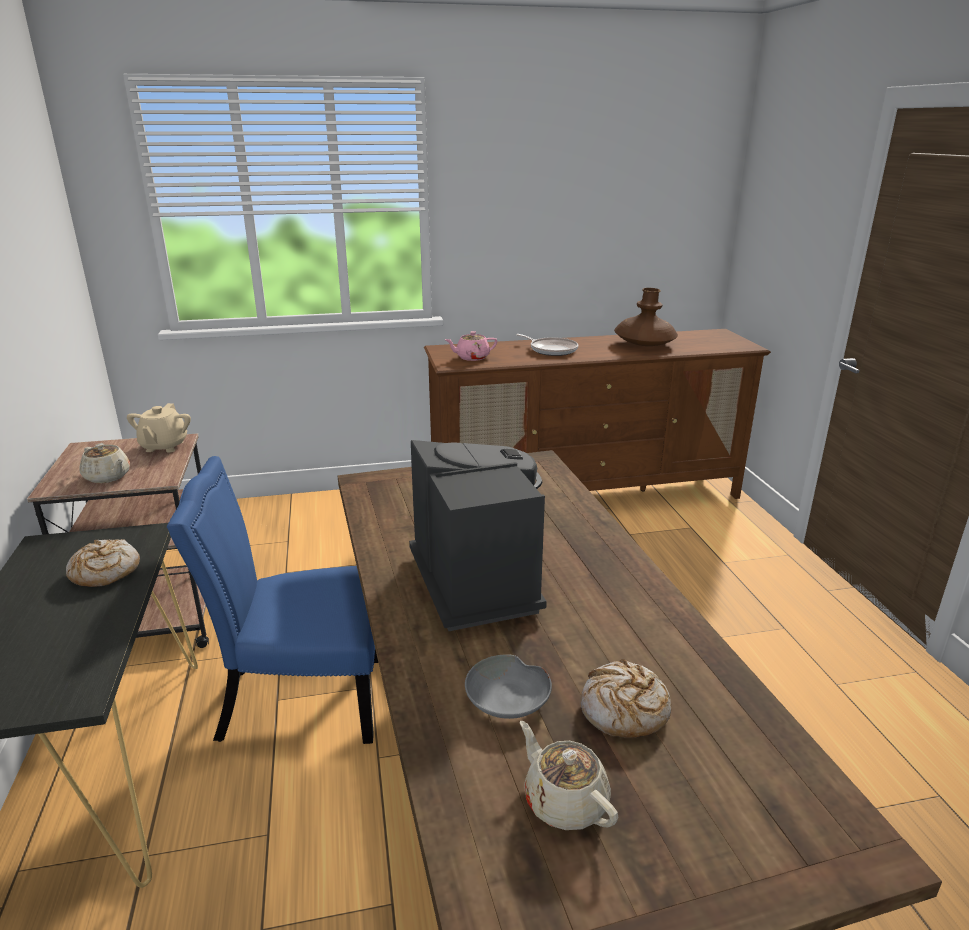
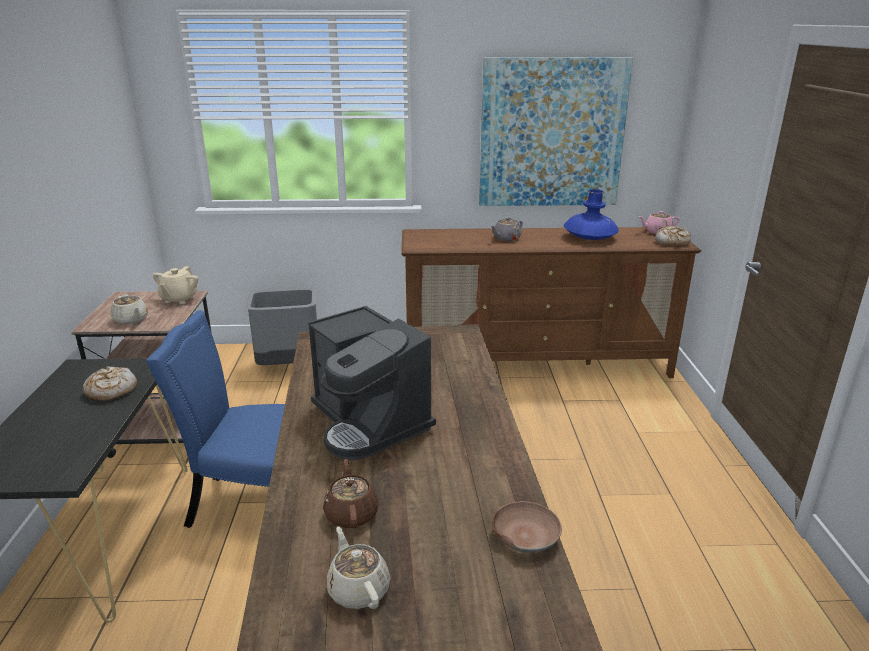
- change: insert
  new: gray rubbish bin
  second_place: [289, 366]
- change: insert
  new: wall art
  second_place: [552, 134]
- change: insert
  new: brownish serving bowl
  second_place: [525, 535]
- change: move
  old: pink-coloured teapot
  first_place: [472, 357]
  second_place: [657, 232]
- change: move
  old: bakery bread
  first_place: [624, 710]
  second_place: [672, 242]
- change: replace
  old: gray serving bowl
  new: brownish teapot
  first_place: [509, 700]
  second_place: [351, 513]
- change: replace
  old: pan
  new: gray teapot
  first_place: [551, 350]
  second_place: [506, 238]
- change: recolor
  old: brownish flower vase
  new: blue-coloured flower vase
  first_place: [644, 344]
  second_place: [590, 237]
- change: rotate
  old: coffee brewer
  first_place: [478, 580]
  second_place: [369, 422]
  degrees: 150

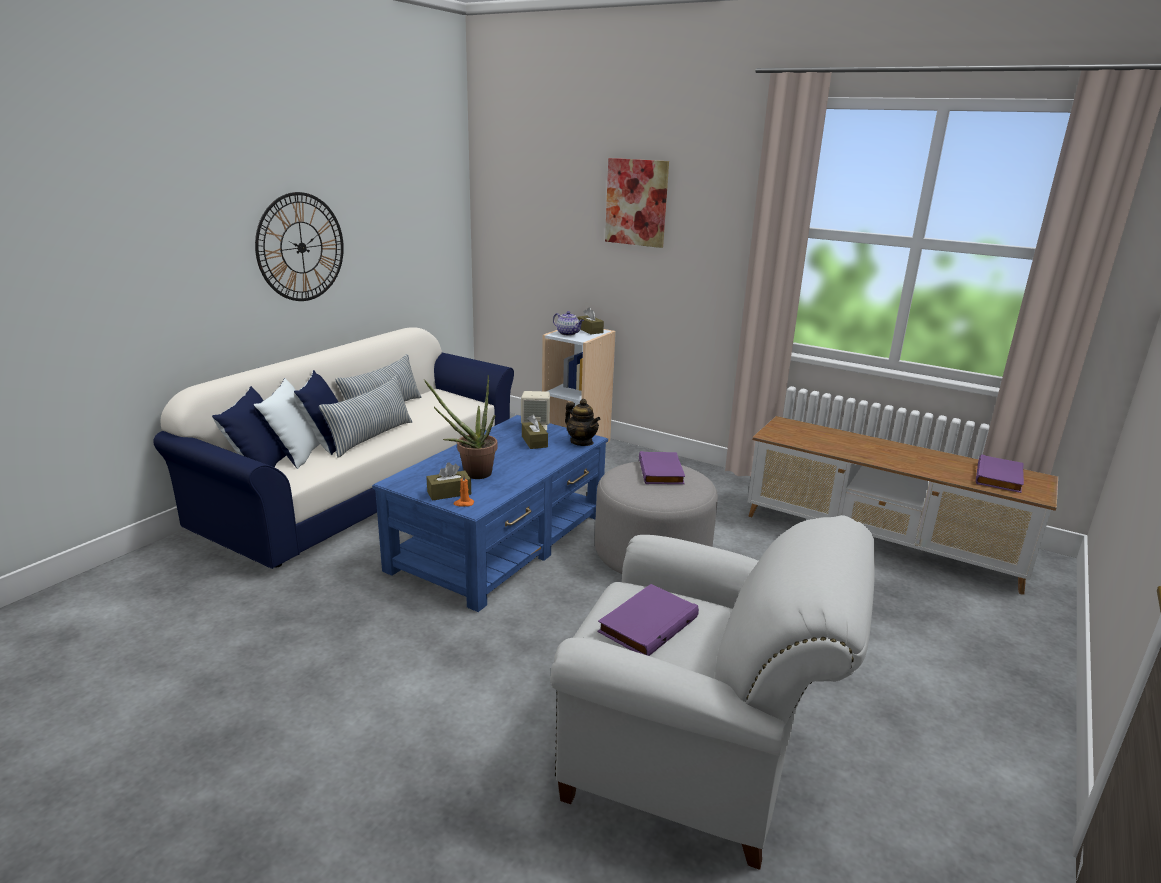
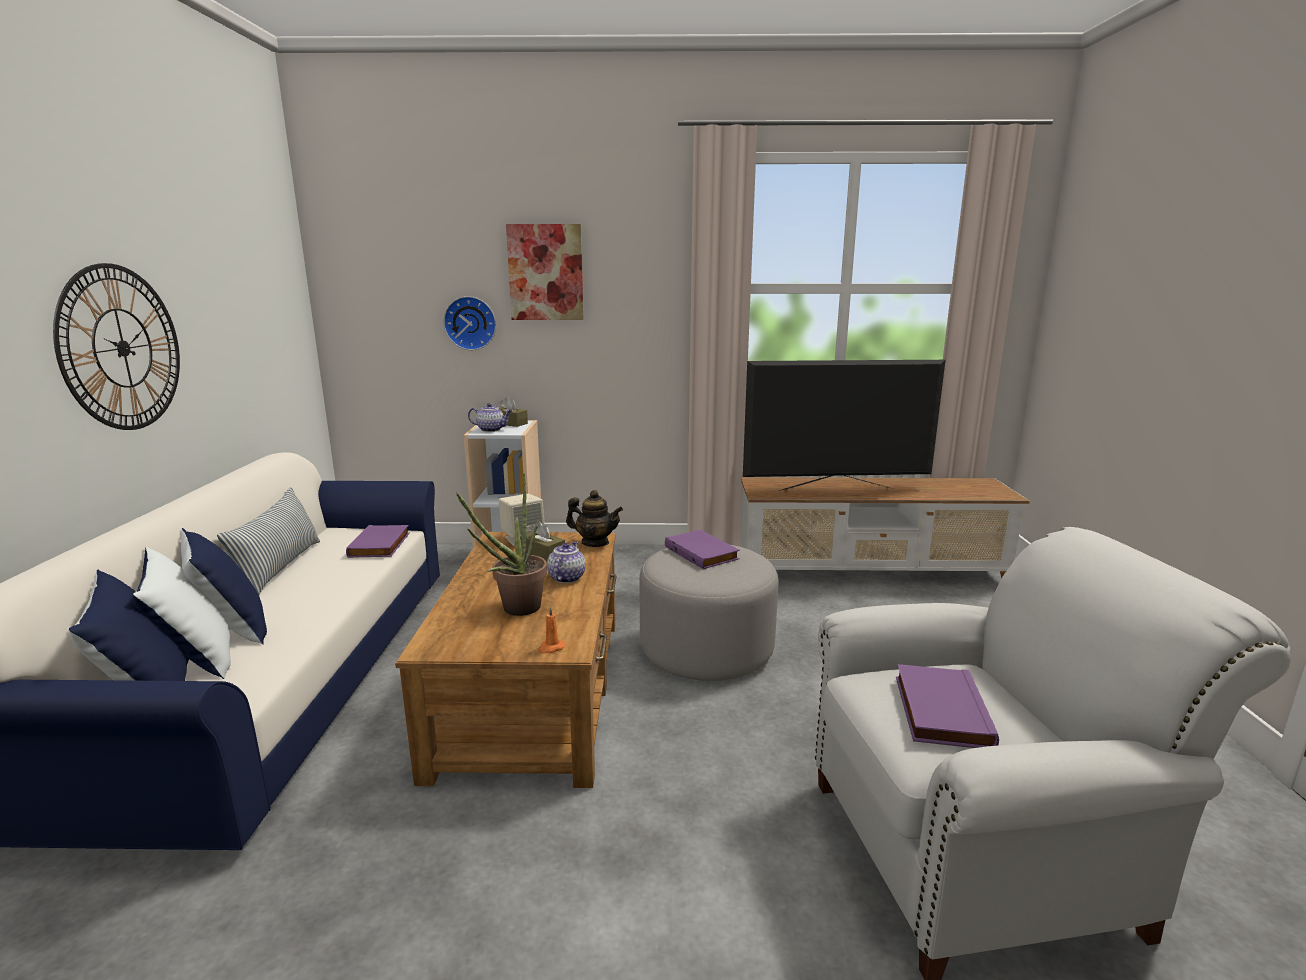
- change: delete
  old: throw pillow
  first_place: [371, 437]
- change: delete
  old: brownish tissue holder
  first_place: [449, 493]
- change: insert
  new: wall clock
  second_place: [471, 323]
- change: insert
  new: teapot
  second_place: [566, 577]
- change: insert
  new: TV set
  second_place: [836, 489]
- change: move
  old: purplish volume
  first_place: [1000, 478]
  second_place: [381, 545]
- change: recolor
  old: blue-coloured lounge table
  new: brownish lounge table
  first_place: [502, 541]
  second_place: [534, 690]

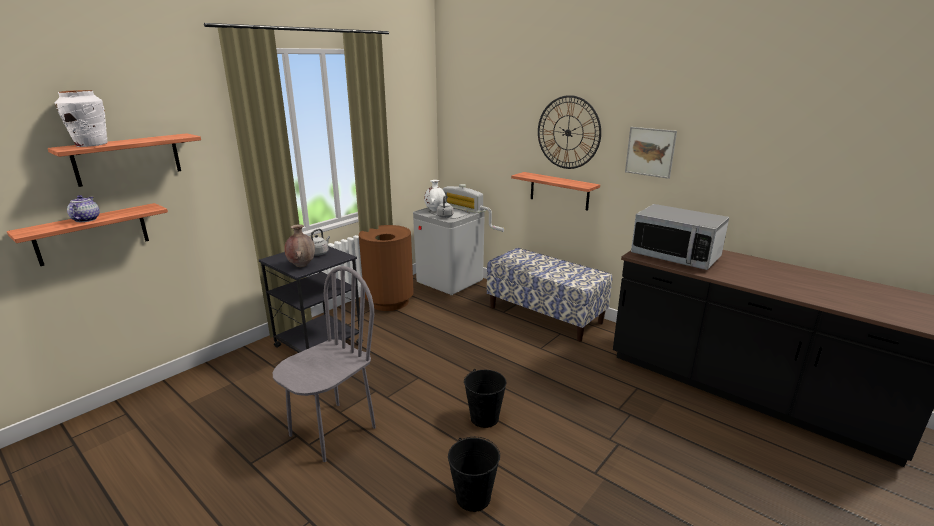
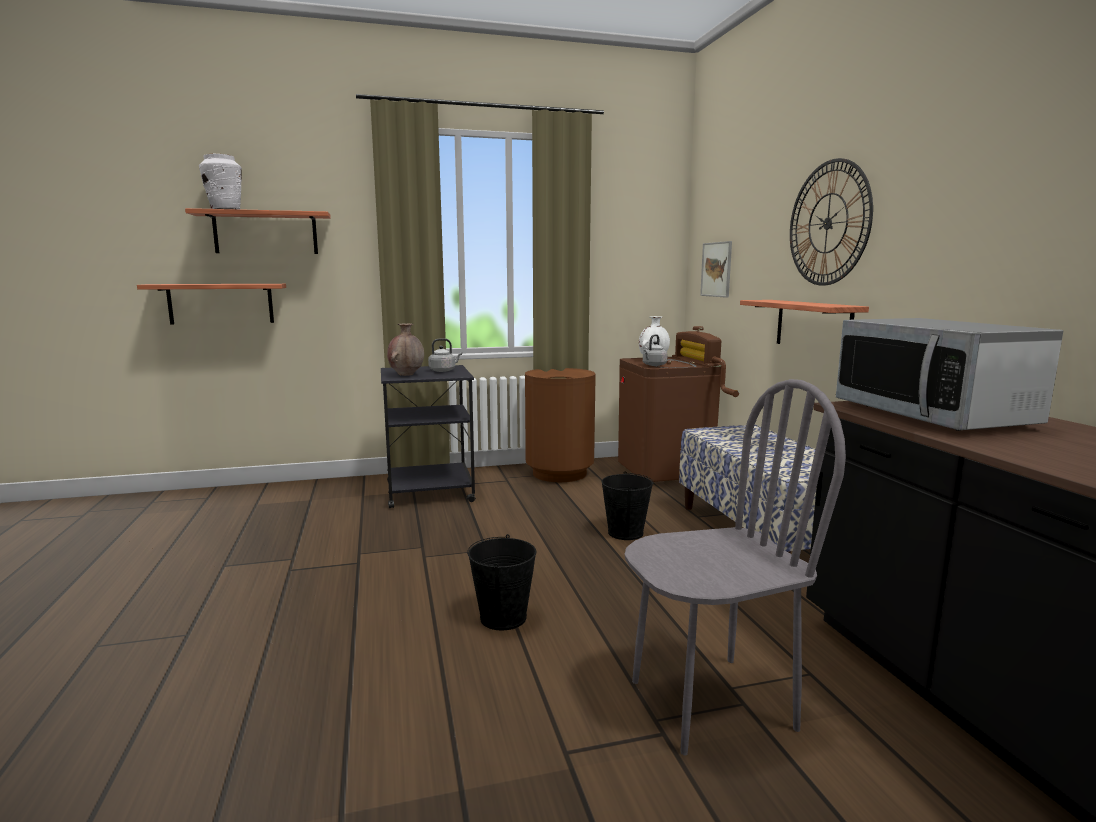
- change: delete
  old: teapot
  first_place: [86, 219]
- change: move
  old: gray upright chair
  first_place: [332, 431]
  second_place: [710, 703]
- change: move
  old: blackish bucket
  first_place: [473, 497]
  second_place: [625, 533]
- change: move
  old: wall art
  first_place: [650, 152]
  second_place: [716, 269]
- change: recolor
  old: gray washing machine
  new: brownish washing machine
  first_place: [451, 282]
  second_place: [666, 472]

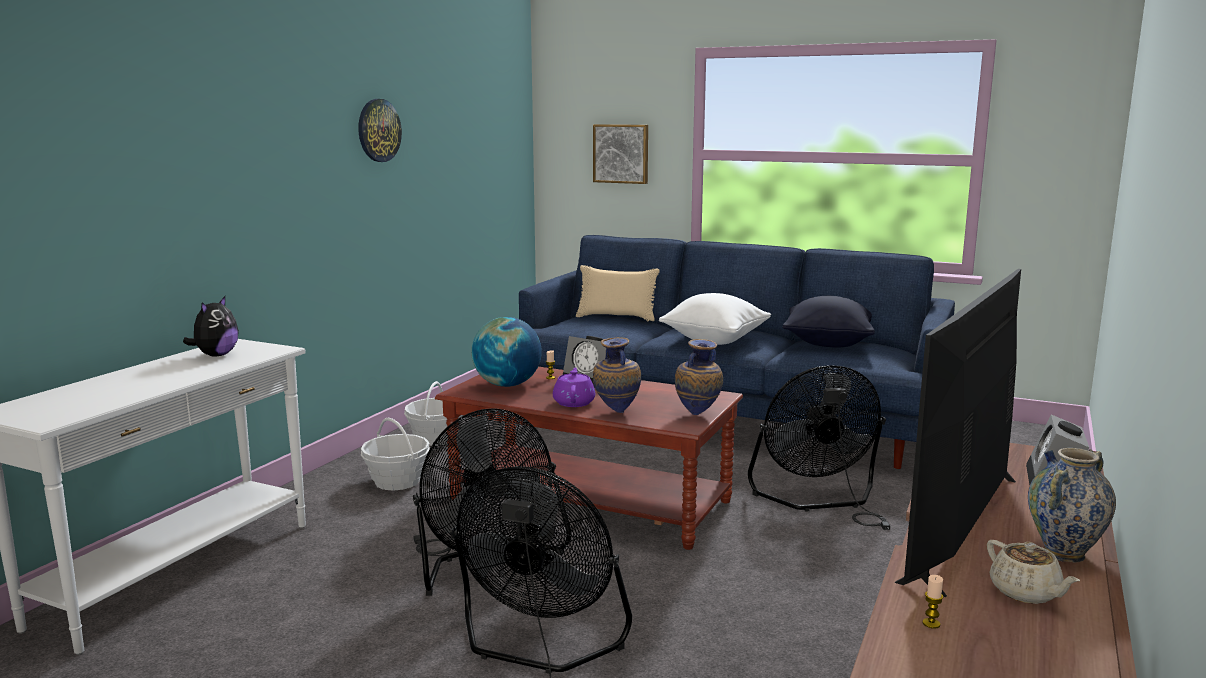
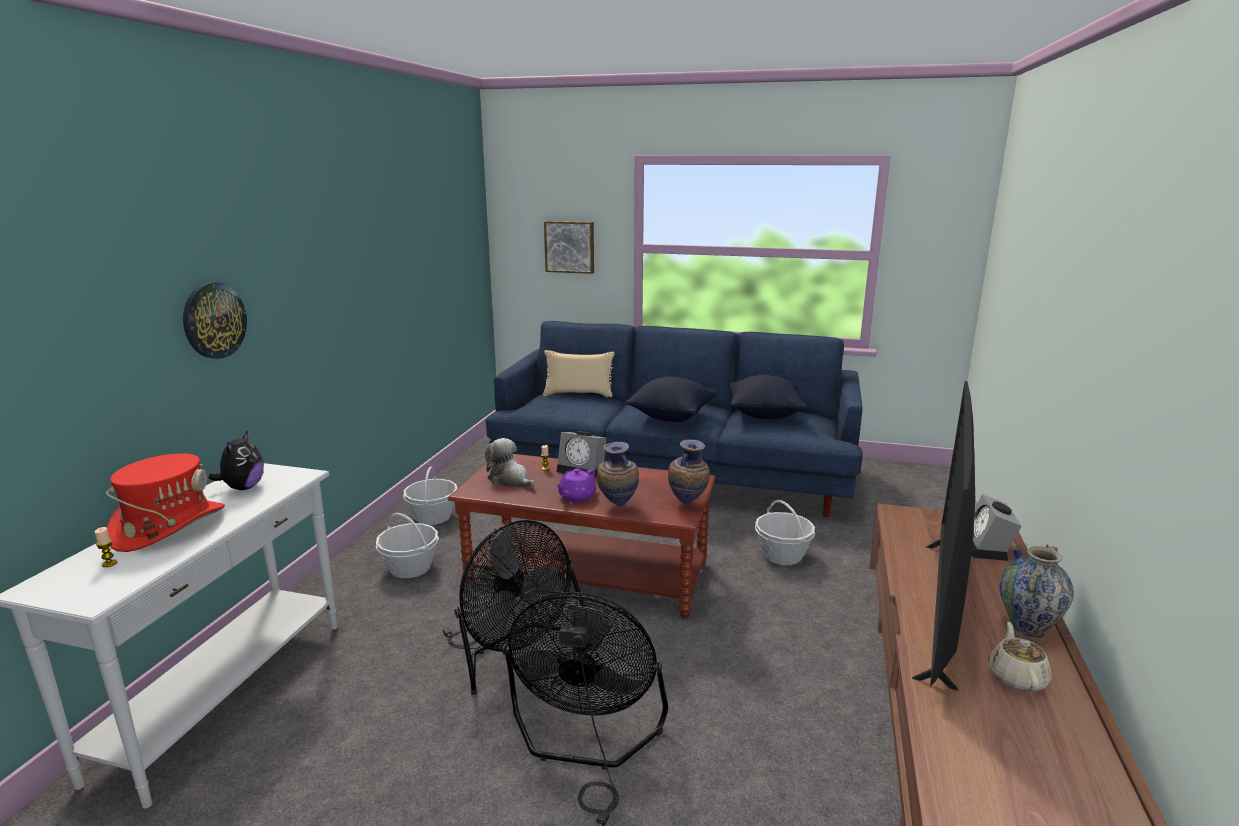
- change: insert
  new: reddish hat
  second_place: [169, 526]
- change: move
  old: wall clock
  first_place: [378, 130]
  second_place: [214, 320]
- change: move
  old: candle
  first_place: [931, 623]
  second_place: [109, 563]
- change: replace
  old: desk globe
  new: cuddly toy
  first_place: [507, 385]
  second_place: [510, 480]
- change: replace
  old: blackish fan
  new: basket
  first_place: [827, 500]
  second_place: [782, 555]
- change: recolor
  old: white throw pillow
  new: blackish throw pillow
  first_place: [714, 340]
  second_place: [671, 417]
- change: rotate
  old: purplish teapot
  first_place: [574, 402]
  second_place: [576, 496]
  degrees: -135
- change: rotate
  old: beige teapot
  first_place: [1026, 593]
  second_place: [1016, 678]
  degrees: -135

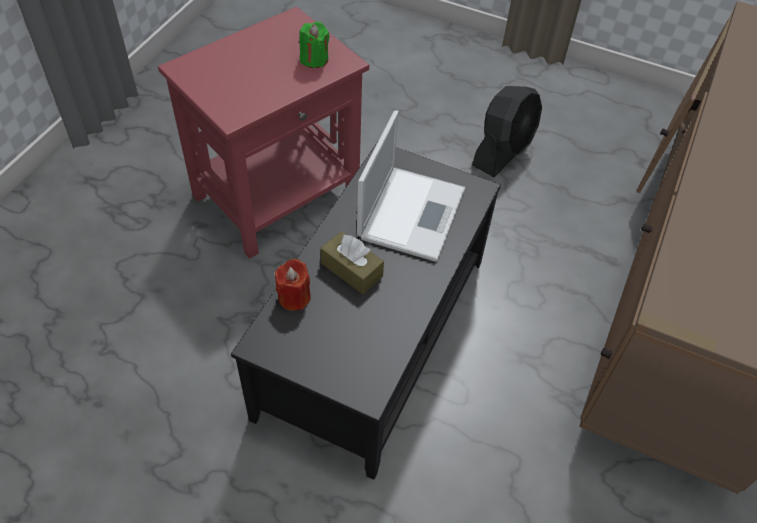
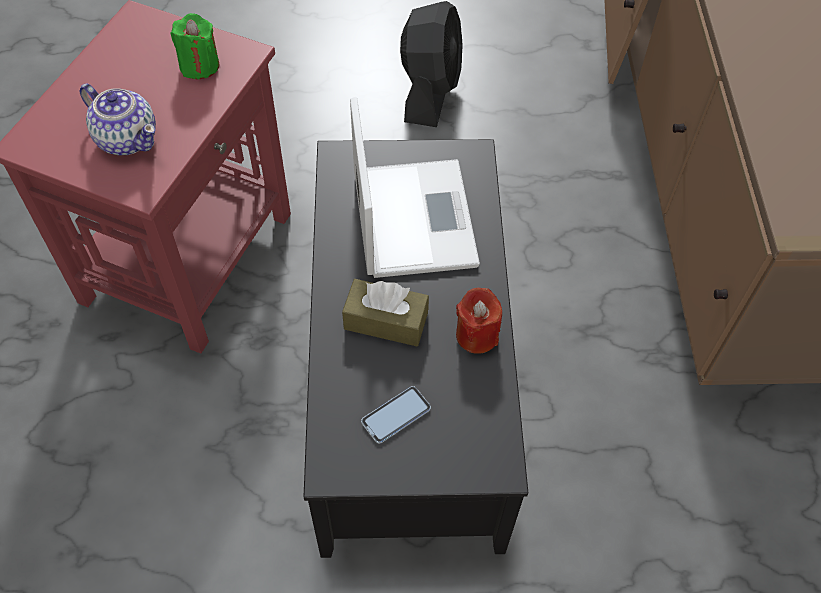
- change: insert
  new: teapot
  second_place: [127, 138]
- change: insert
  new: handset
  second_place: [396, 415]
- change: move
  old: reddish candle
  first_place: [294, 297]
  second_place: [476, 335]

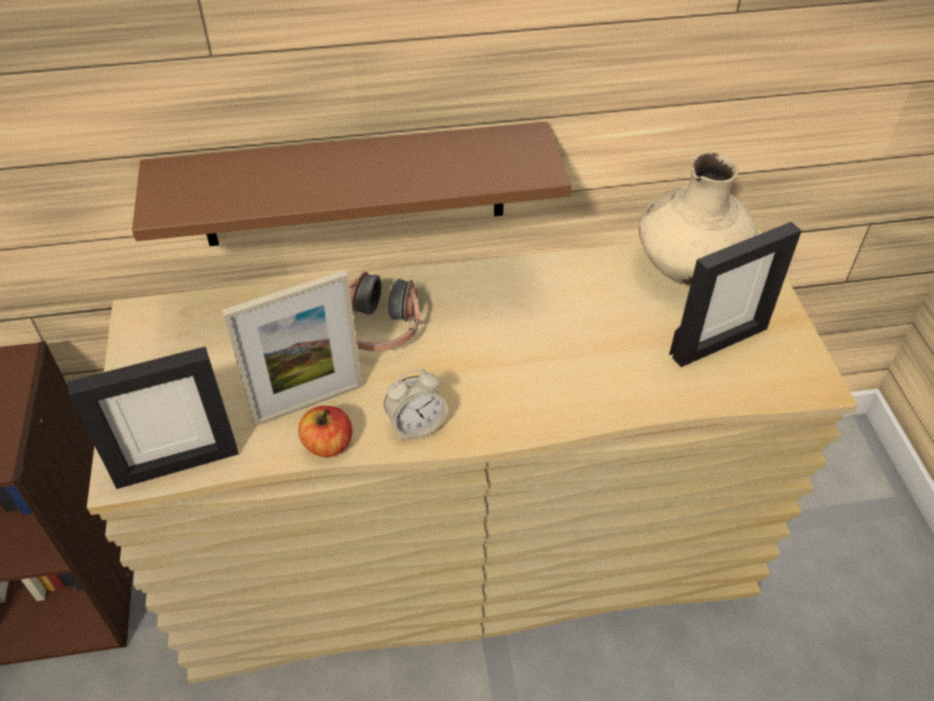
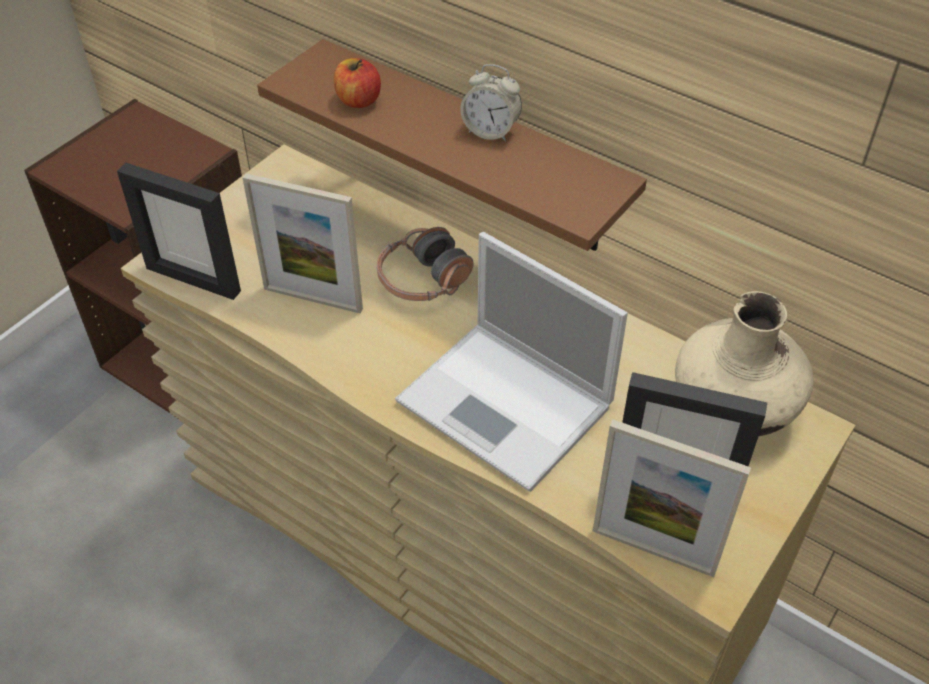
- change: insert
  new: portable computer
  second_place: [508, 405]
- change: insert
  new: standing frame
  second_place: [653, 550]
- change: move
  old: apple
  first_place: [328, 445]
  second_place: [358, 100]
- change: move
  old: bedside clock
  first_place: [416, 425]
  second_place: [490, 131]

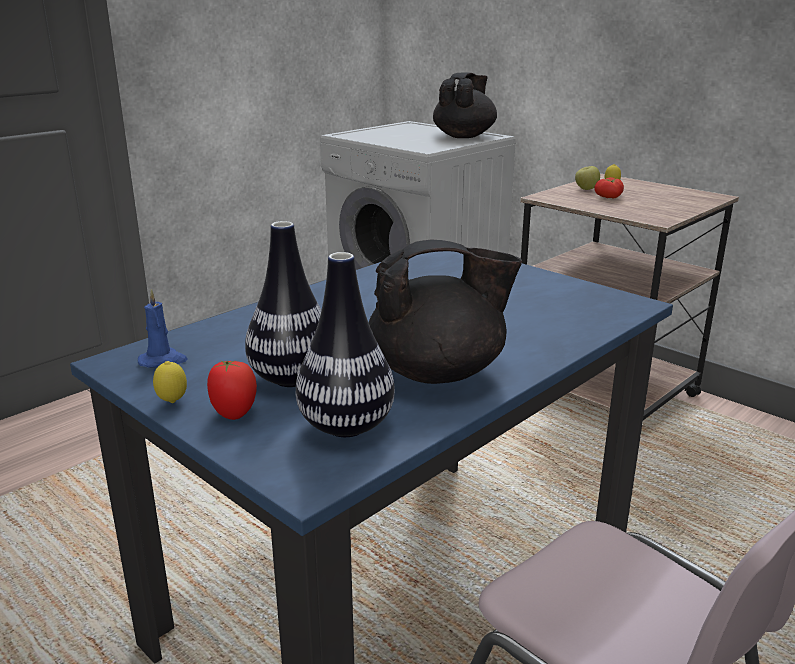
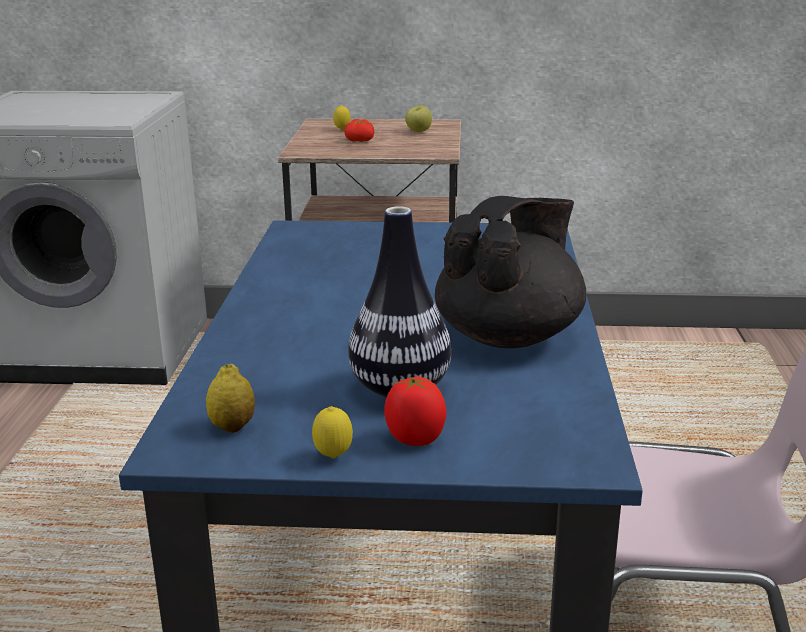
- change: delete
  old: flower vase
  first_place: [346, 427]
- change: delete
  old: blackish teapot
  first_place: [464, 136]
- change: move
  old: apple
  first_place: [586, 189]
  second_place: [418, 131]
- change: replace
  old: blue-coloured candle
  new: lemon
  first_place: [163, 361]
  second_place: [232, 427]

